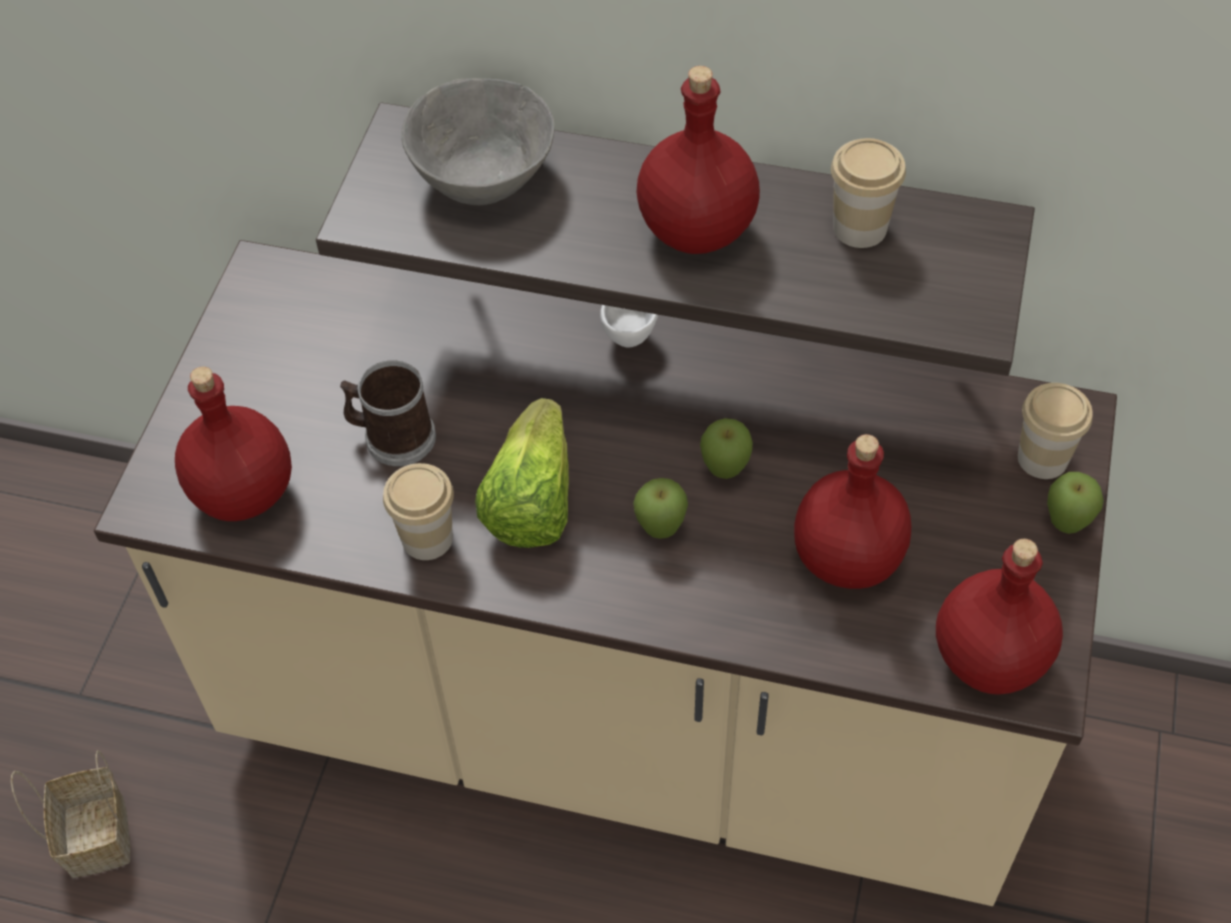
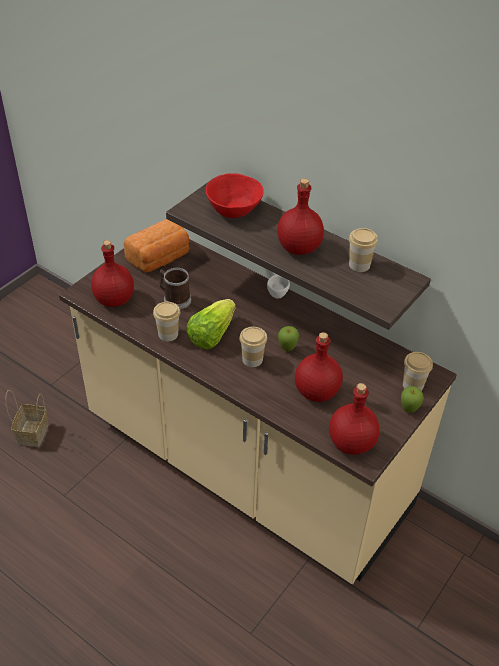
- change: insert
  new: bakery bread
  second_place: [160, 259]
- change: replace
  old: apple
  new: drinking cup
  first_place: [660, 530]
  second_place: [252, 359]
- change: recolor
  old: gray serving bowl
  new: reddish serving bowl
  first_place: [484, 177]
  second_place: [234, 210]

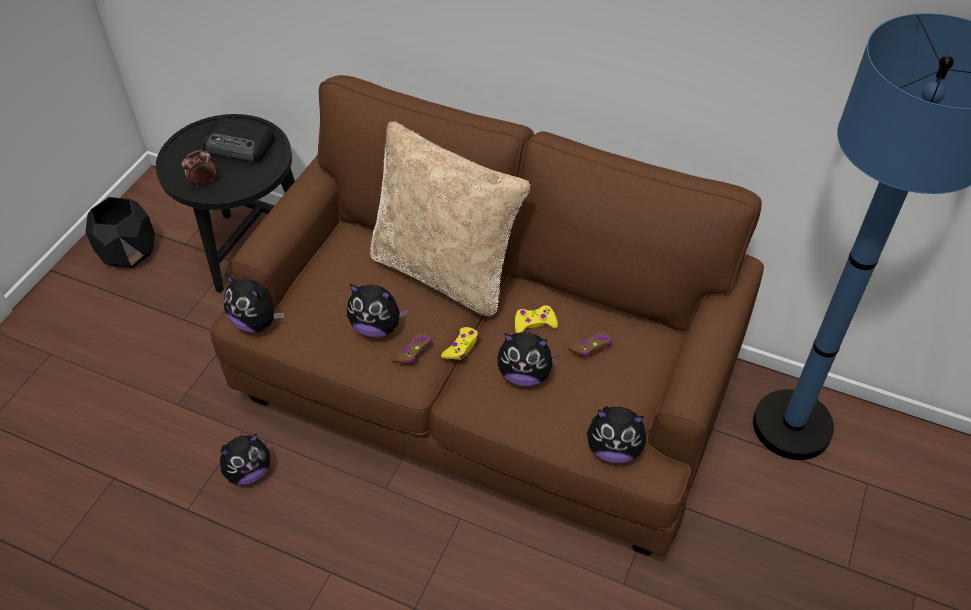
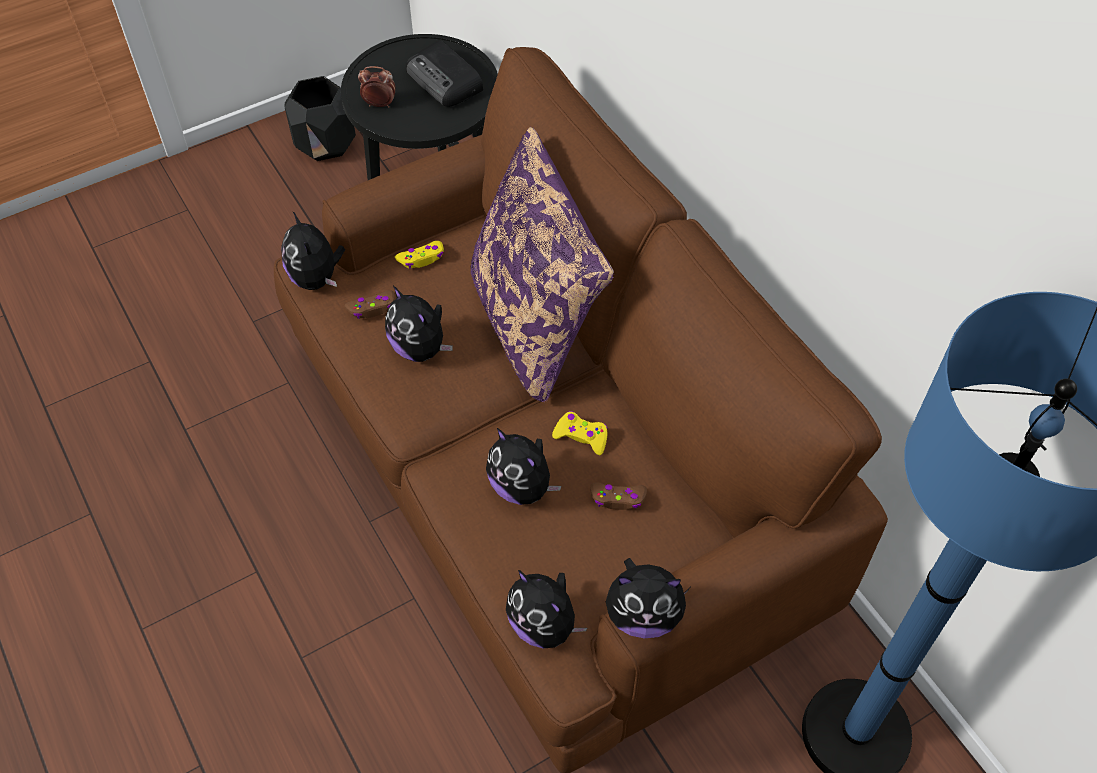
- change: move
  old: cuddly toy
  first_place: [248, 472]
  second_place: [643, 614]
- change: move
  old: brownish gamepad
  first_place: [413, 352]
  second_place: [372, 308]
- change: move
  old: yellowish gamepad
  first_place: [461, 347]
  second_place: [422, 259]
- change: recolor
  old: beige throw pillow
  new: purplish throw pillow
  first_place: [444, 275]
  second_place: [534, 330]

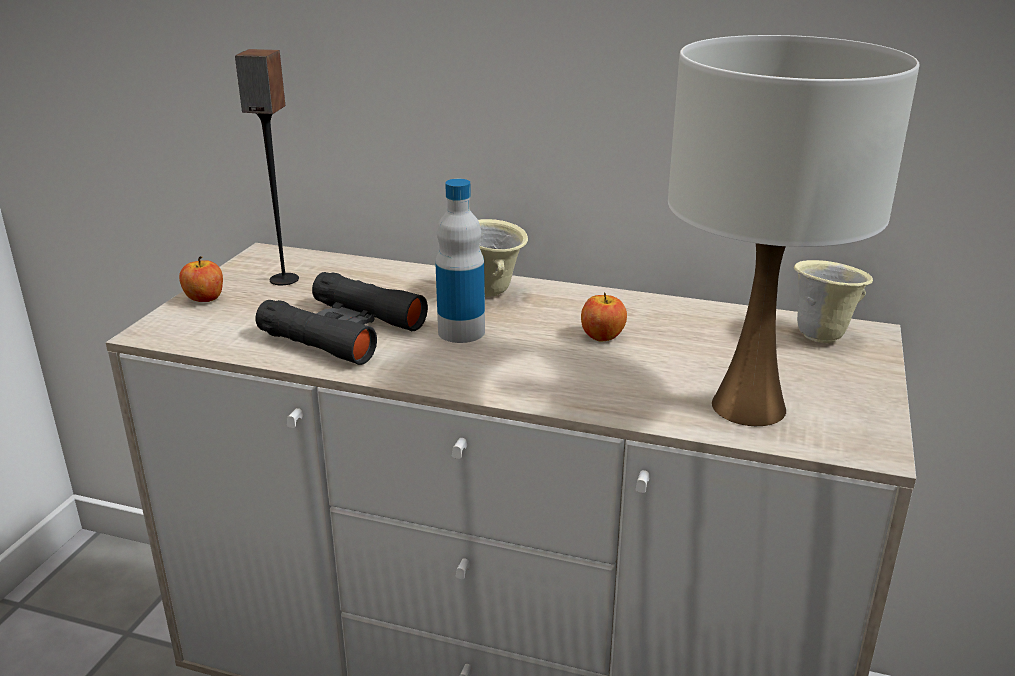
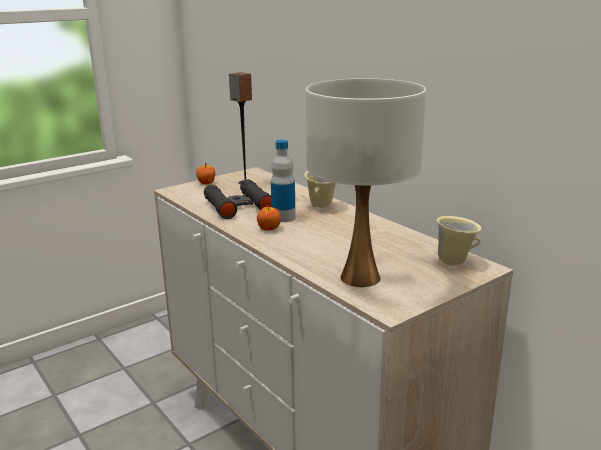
- change: move
  old: apple
  first_place: [602, 336]
  second_place: [269, 228]

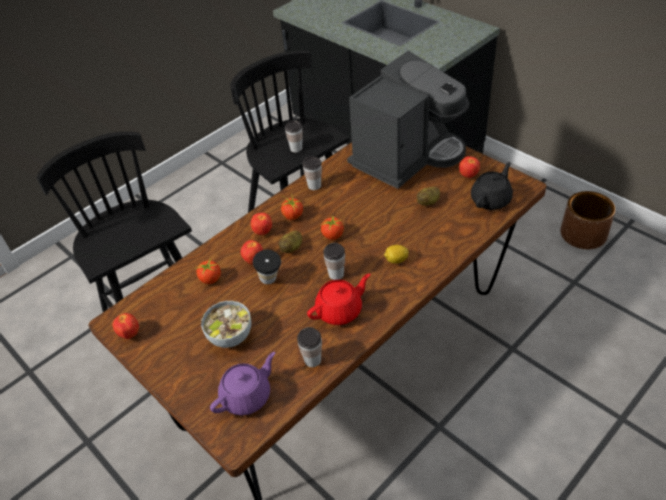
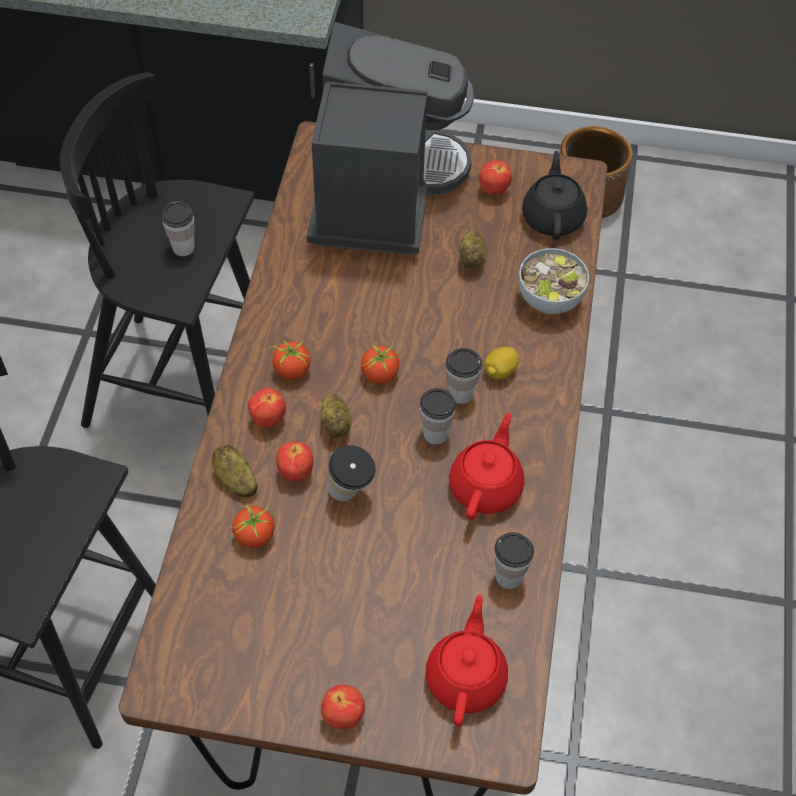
- change: insert
  new: whole potato
  second_place: [235, 480]
- change: move
  old: apple
  first_place: [129, 334]
  second_place: [343, 716]
- change: move
  old: serving bowl
  first_place: [230, 336]
  second_place: [550, 299]
- change: move
  old: drinking cup
  first_place: [314, 186]
  second_place: [460, 394]
- change: recolor
  old: purplish teapot
  new: reddish teapot
  first_place: [247, 396]
  second_place: [466, 677]

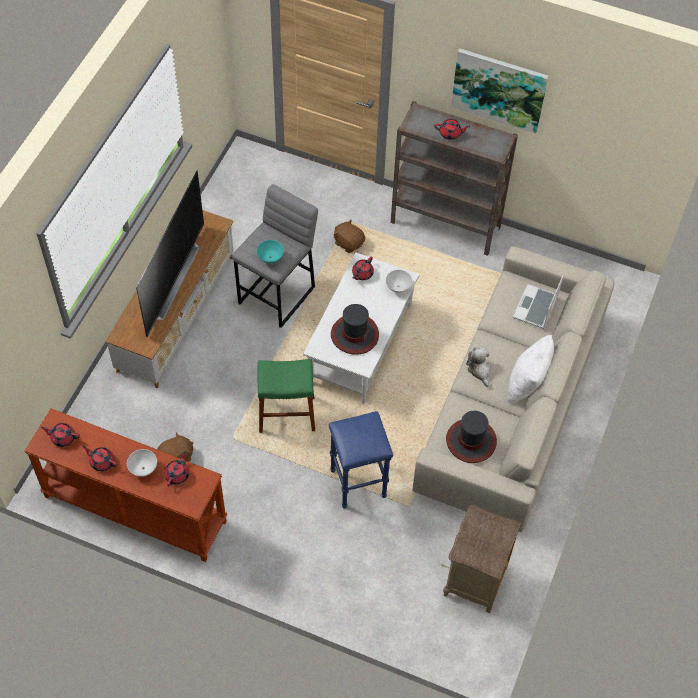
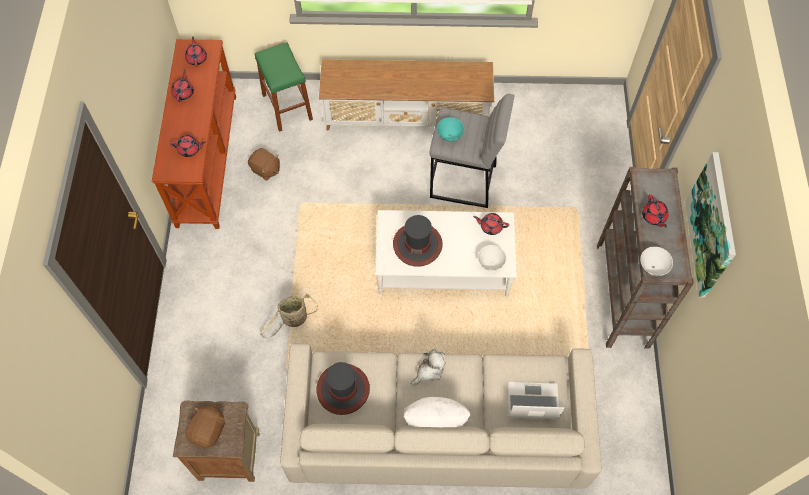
- change: delete
  old: TV set
  first_place: [170, 279]
- change: move
  old: white serving bowl
  first_place: [143, 469]
  second_place: [652, 267]
- change: move
  old: greenish stool
  first_place: [287, 414]
  second_place: [287, 107]
- change: move
  old: brownish cuddly toy
  first_place: [348, 243]
  second_place: [208, 430]
- change: replace
  old: blue-coloured stool
  new: basket
  first_place: [359, 484]
  second_place: [293, 320]

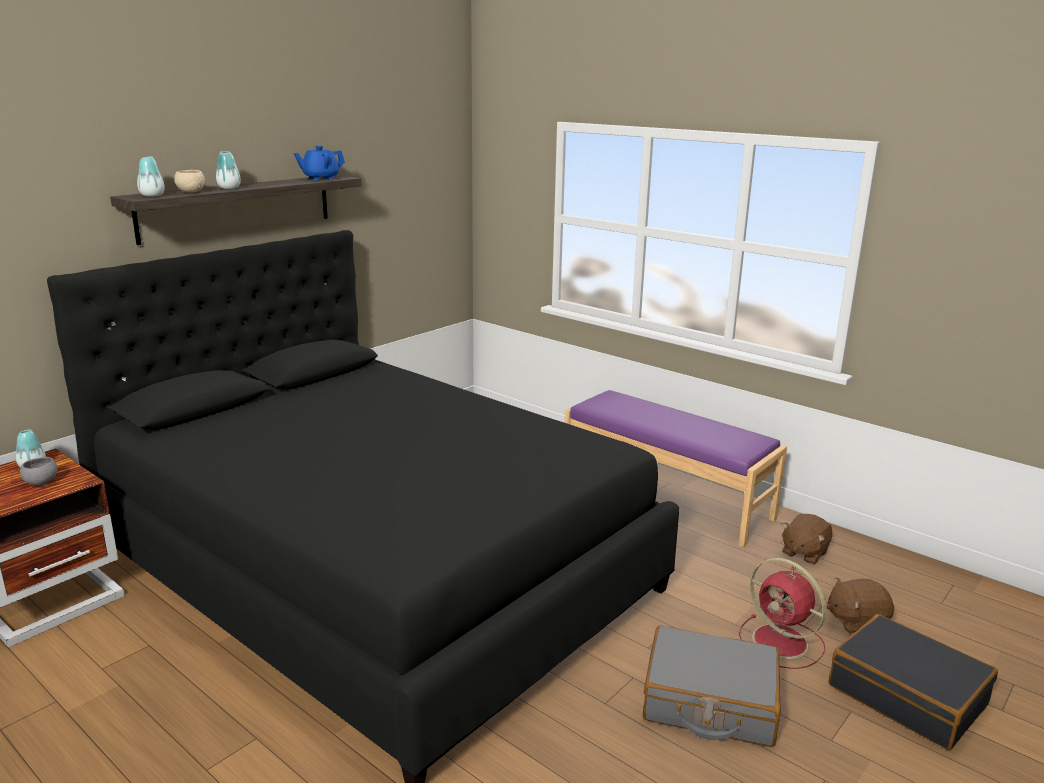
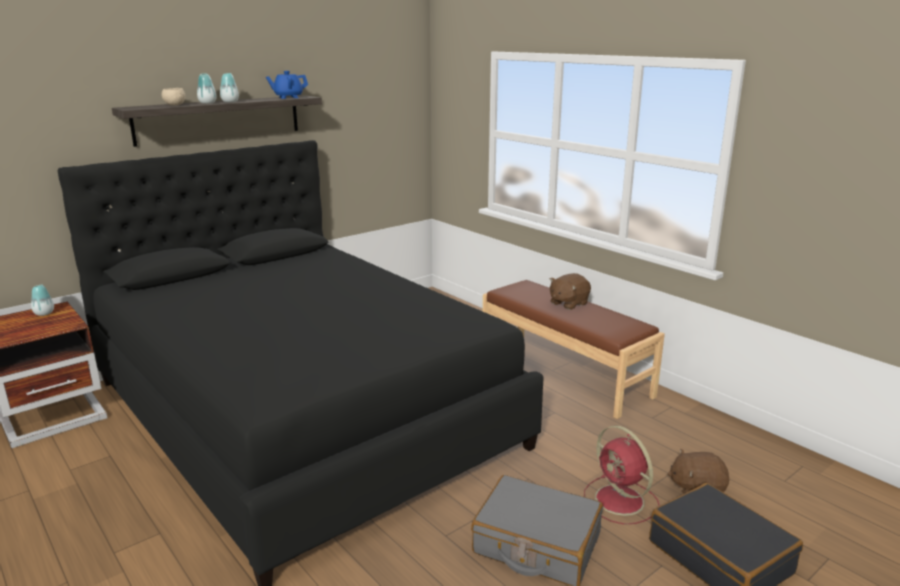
- change: delete
  old: gray serving bowl
  first_place: [41, 483]
- change: move
  old: flower vase
  first_place: [152, 195]
  second_place: [230, 102]
- change: move
  old: brownish cuddly toy
  first_place: [804, 553]
  second_place: [568, 303]
- change: recolor
  old: purplish bench
  new: brownish bench
  first_place: [665, 496]
  second_place: [564, 372]

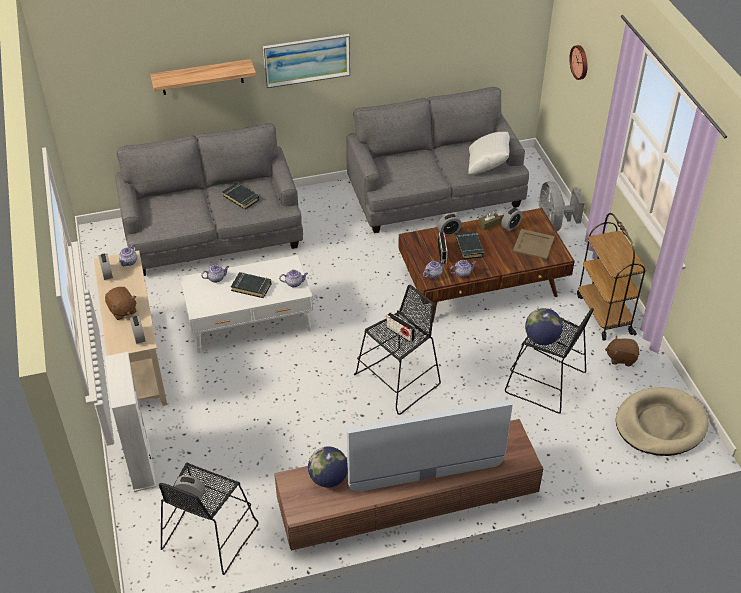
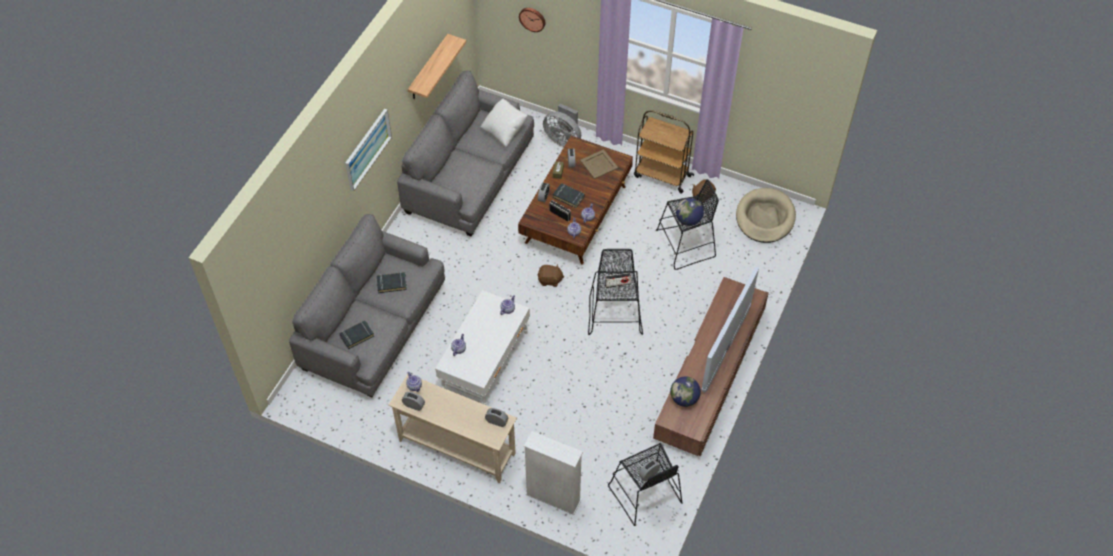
- change: move
  old: brownish cuddly toy
  first_place: [122, 310]
  second_place: [550, 280]
- change: move
  old: shelf
  first_place: [202, 77]
  second_place: [428, 68]
- change: move
  old: blackish volume
  first_place: [251, 287]
  second_place: [357, 336]

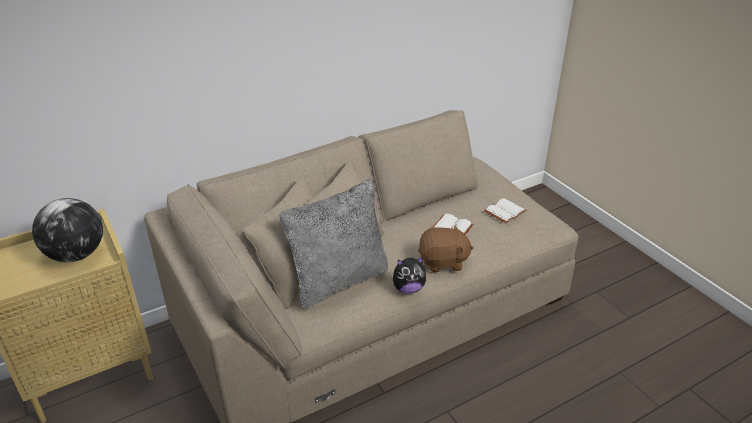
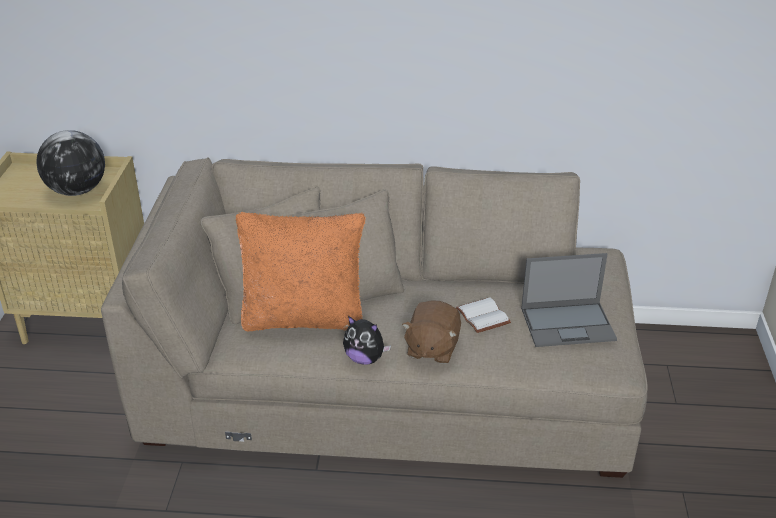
- change: replace
  old: white volume
  new: portable computer
  first_place: [504, 211]
  second_place: [568, 324]
- change: recolor
  old: gray throw pillow
  new: orangey throw pillow
  first_place: [341, 282]
  second_place: [304, 321]
- change: rotate
  old: brownish cuddly toy
  first_place: [443, 262]
  second_place: [431, 348]
  degrees: 75

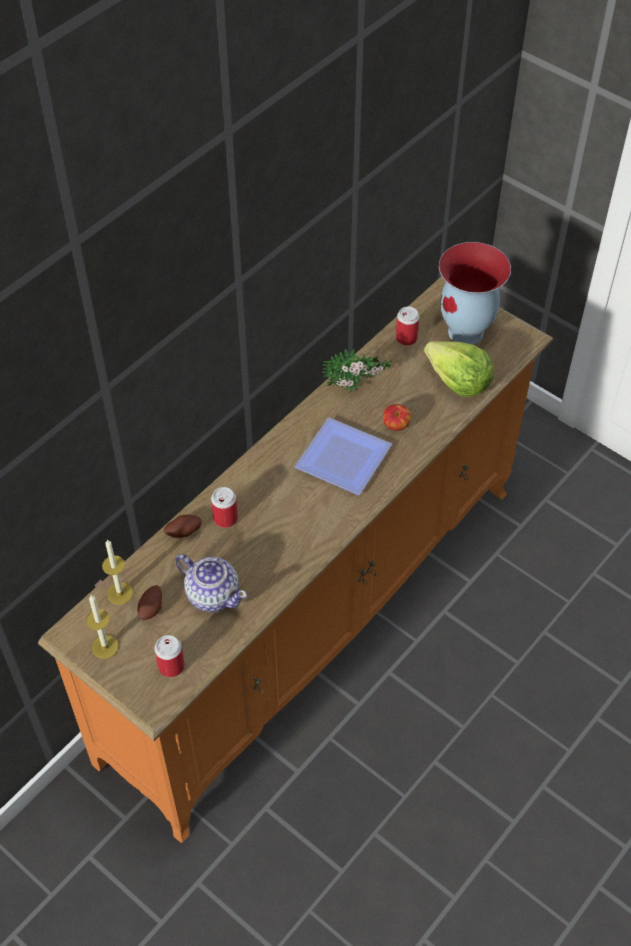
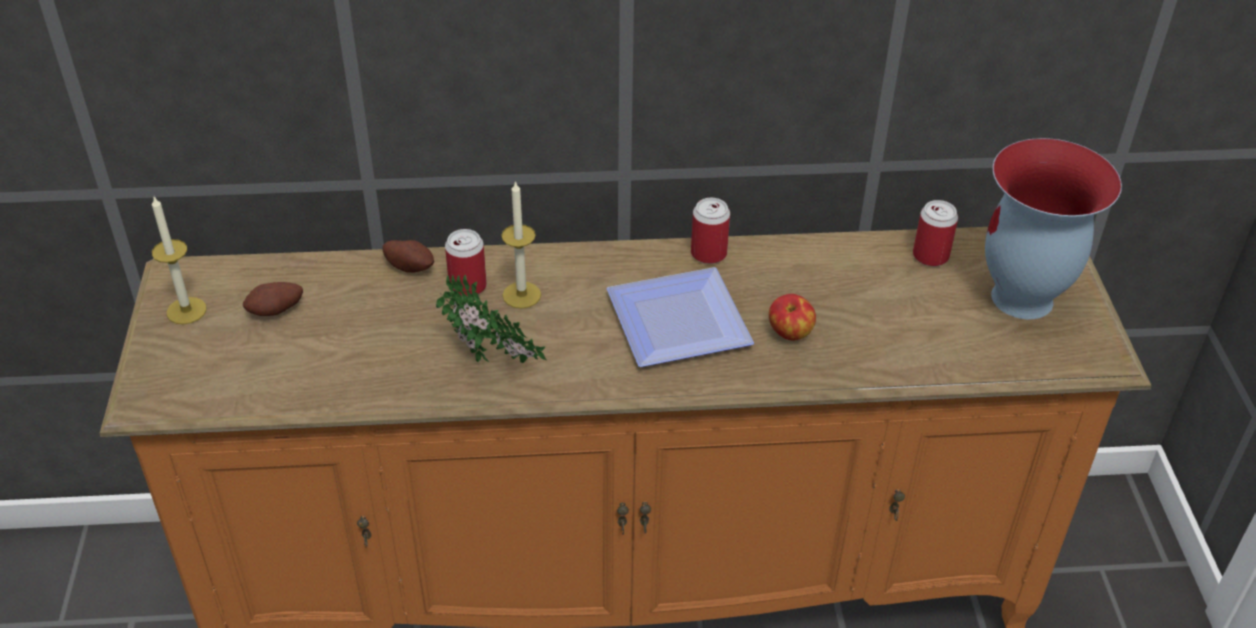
- change: delete
  old: teapot
  first_place: [212, 594]
- change: delete
  old: head of lettuce
  first_place: [458, 382]
- change: move
  old: candle
  first_place: [120, 593]
  second_place: [521, 295]
- change: move
  old: can
  first_place: [171, 666]
  second_place: [708, 253]
- change: move
  old: potted plant
  first_place: [357, 387]
  second_place: [492, 363]

